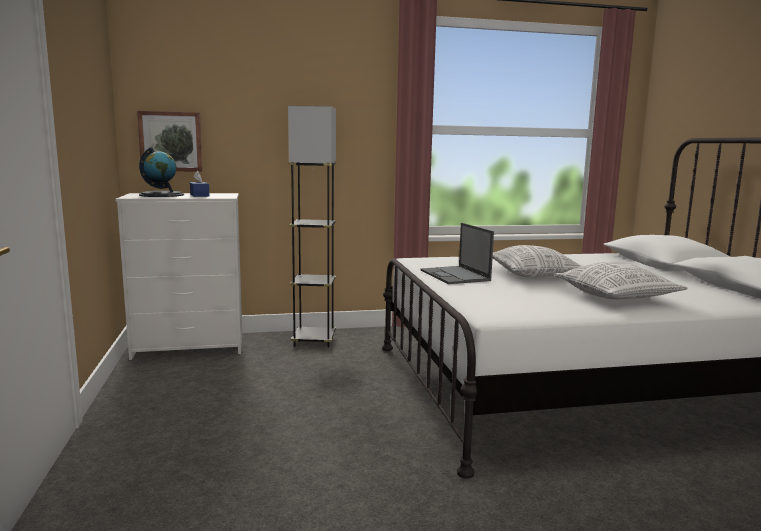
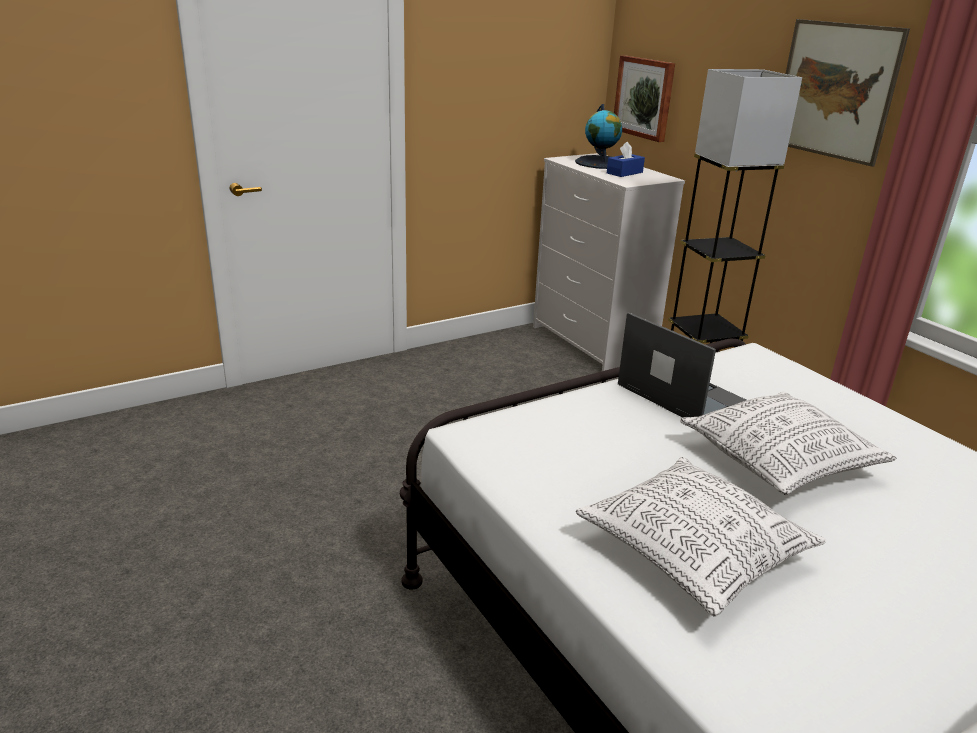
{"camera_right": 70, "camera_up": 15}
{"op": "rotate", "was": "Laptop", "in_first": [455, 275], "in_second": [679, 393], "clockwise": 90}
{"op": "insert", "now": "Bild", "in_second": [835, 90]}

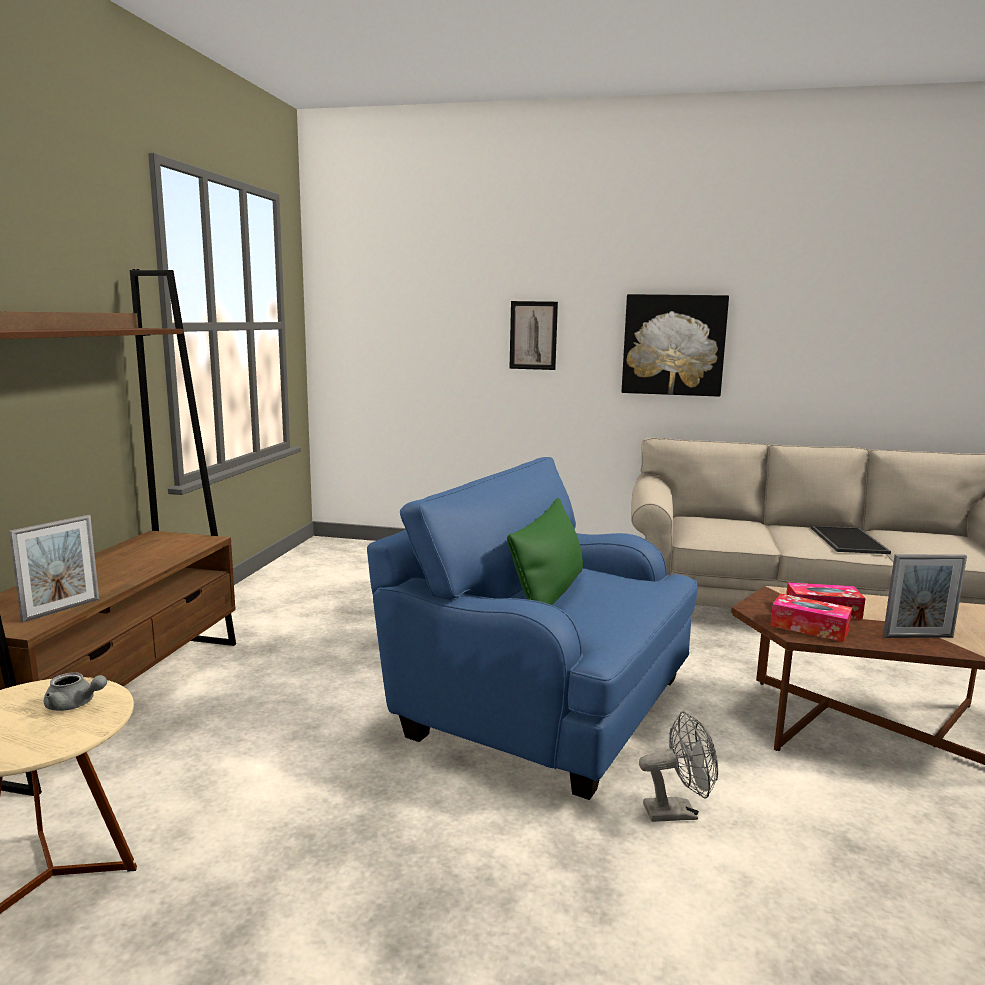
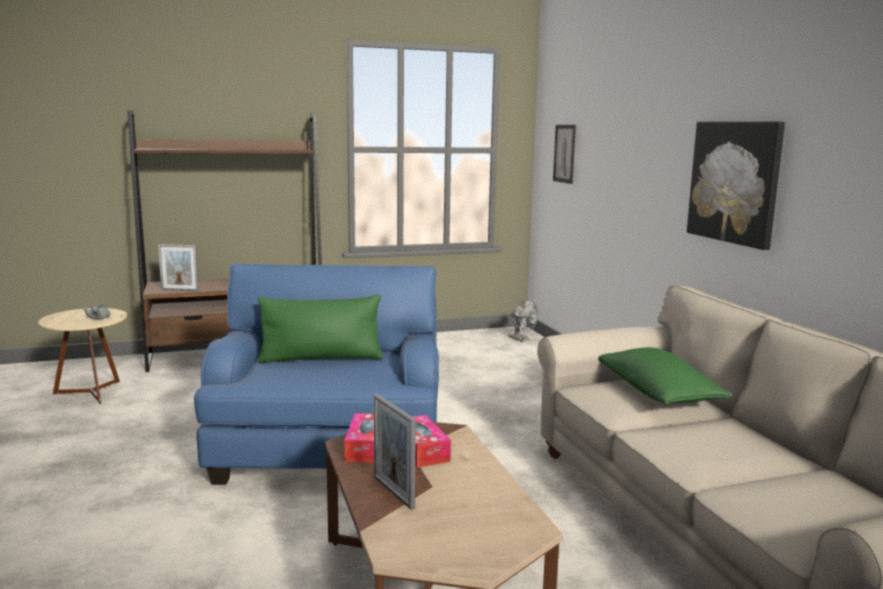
{"camera_right": 60, "camera_up": 0}
{"op": "move", "was": "Ventilator [grau]", "in_first": [678, 812], "in_second": [522, 339]}
{"op": "move", "was": "Bild", "in_first": [533, 335], "in_second": [564, 153]}
{"op": "insert", "now": "Kissen [grün]", "in_second": [657, 394]}
{"op": "delete", "was": "Tablett", "in_first": [846, 540]}

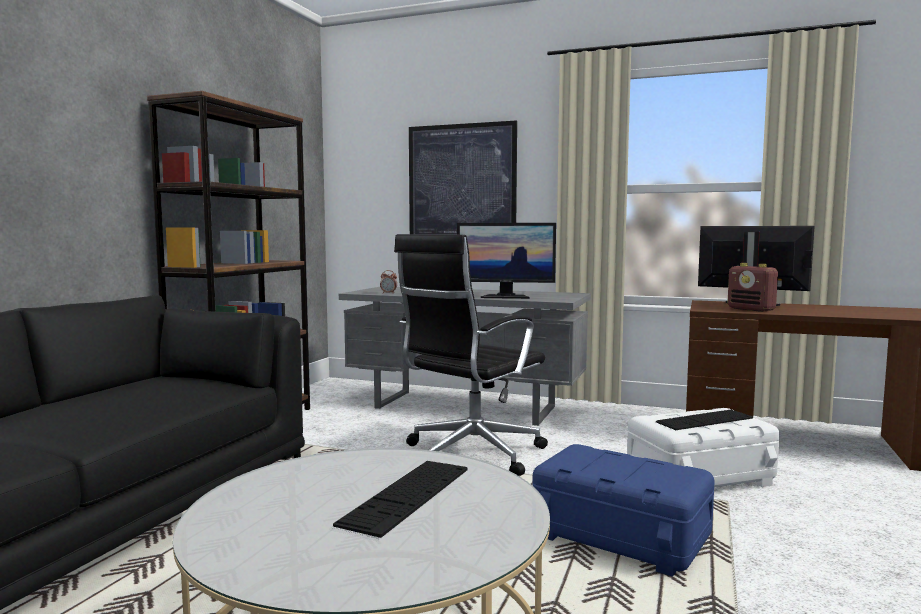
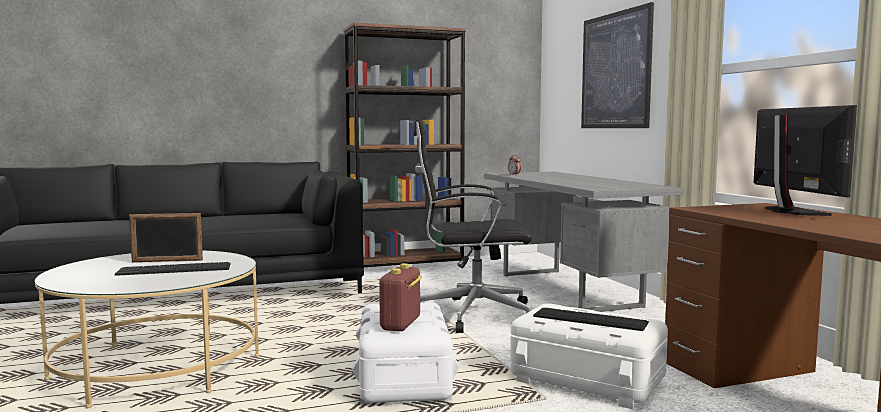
{"camera_right": 50, "camera_up": 0}
{"op": "insert", "now": "Bilderrahmen", "in_second": [167, 261]}
{"op": "recolor", "was": "Aufbewahrungsbox [blau]", "now": "Aufbewahrungsbox [weiß]", "in_first": [621, 537], "in_second": [404, 380]}
{"op": "move", "was": "Radio", "in_first": [751, 309], "in_second": [400, 325]}
{"op": "delete", "was": "Monitor", "in_first": [505, 297]}

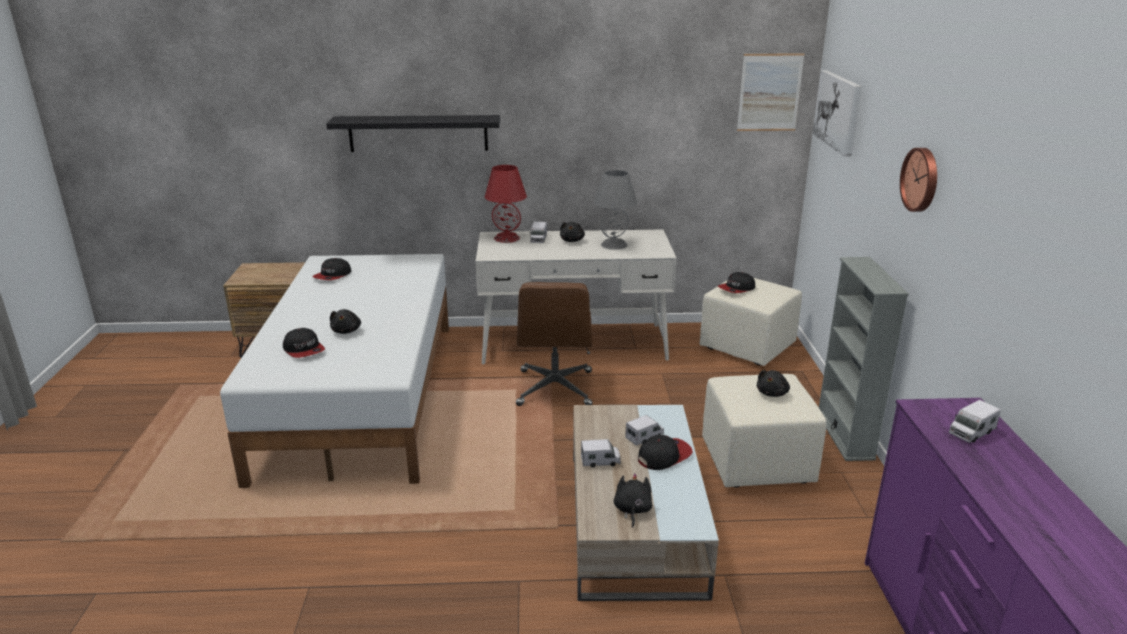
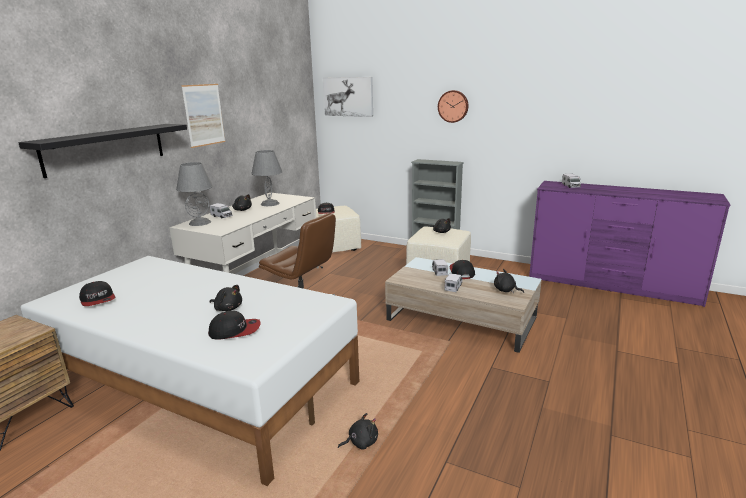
{"camera_right": -60, "camera_up": -5}
{"op": "recolor", "was": "Tischlampe [rot]", "now": "Tischlampe [grau]", "in_first": [506, 238], "in_second": [200, 222]}
{"op": "move", "was": "Bild", "in_first": [769, 92], "in_second": [204, 115]}
{"op": "insert", "now": "Plüschtier [schwarz]", "in_second": [361, 442]}

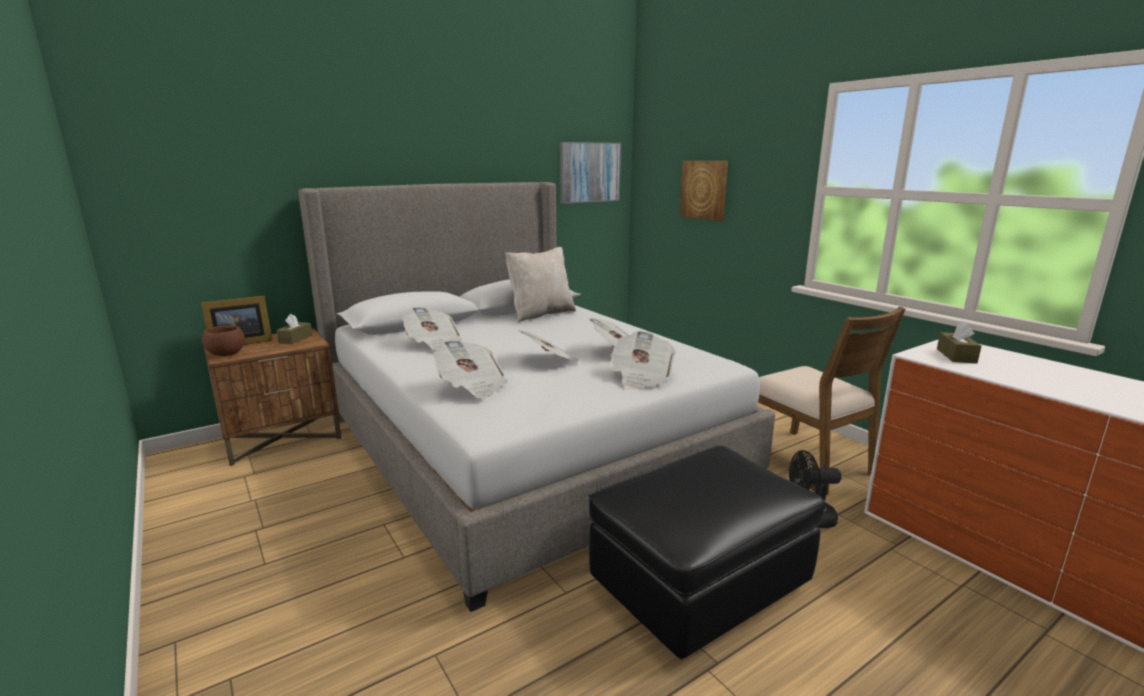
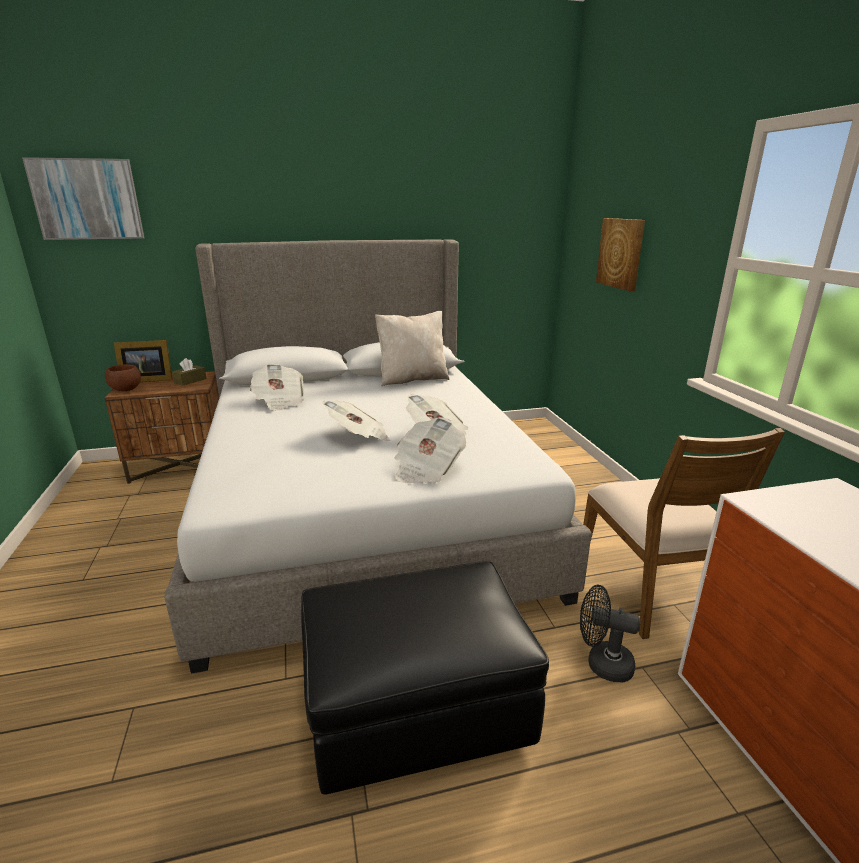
{"camera_right": 20, "camera_up": 5}
{"op": "move", "was": "Bild", "in_first": [589, 172], "in_second": [87, 199]}
{"op": "delete", "was": "Zeitung", "in_first": [471, 386]}
{"op": "delete", "was": "Taschentuchbox [braun]", "in_first": [956, 356]}

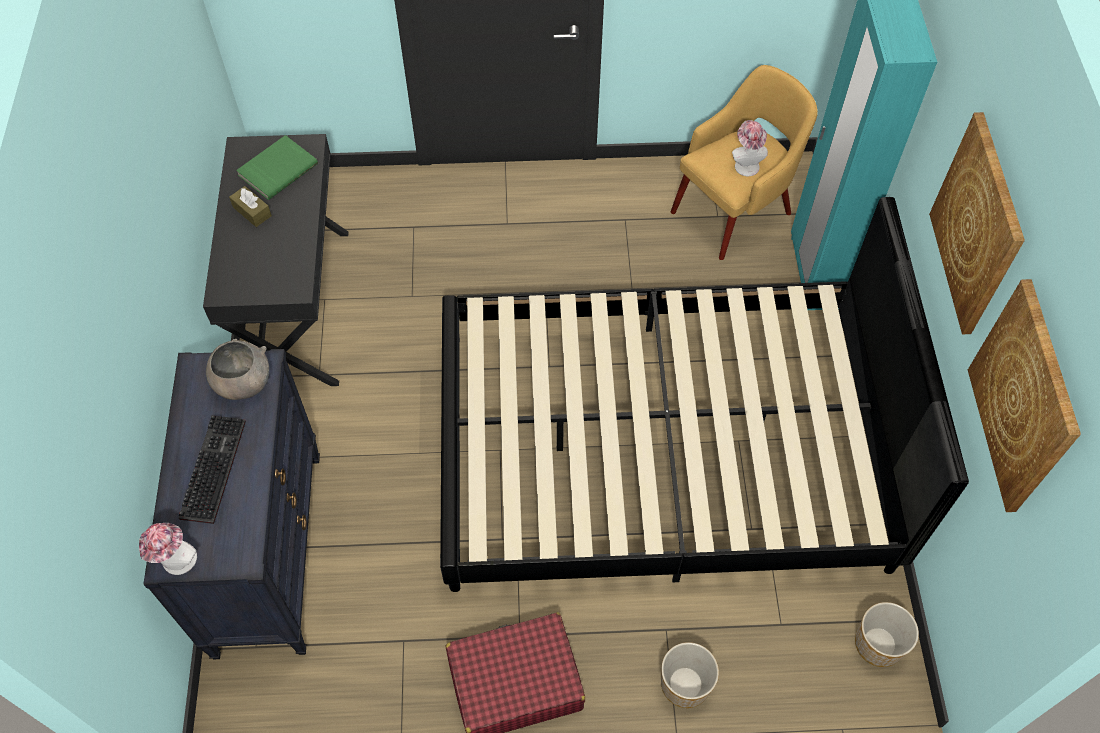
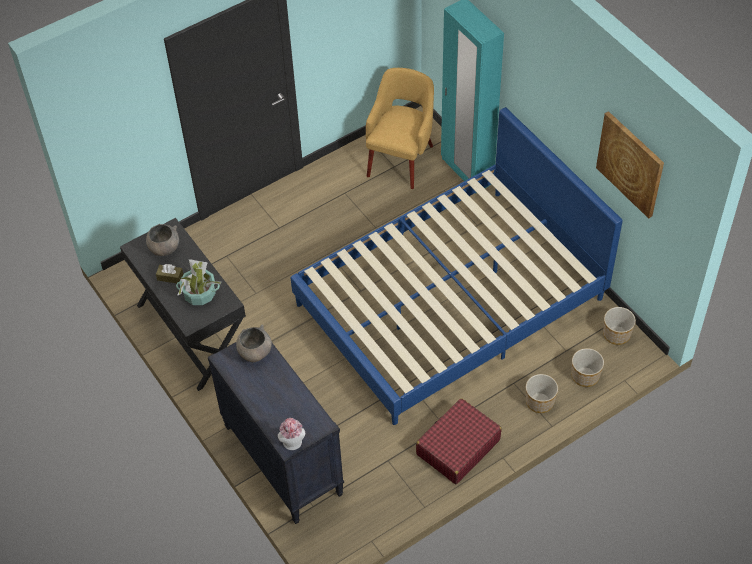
{"camera_right": -30, "camera_up": -5}
{"op": "replace", "was": "Buch [grün]", "now": "Schüssel [grau]", "in_first": [277, 169], "in_second": [164, 249]}
{"op": "insert", "now": "Topfpflanze", "in_second": [199, 294]}
{"op": "recolor", "was": "Bett [schwarz]", "now": "Bett [blau]", "in_first": [661, 450], "in_second": [451, 301]}
{"op": "insert", "now": "Pflanzkübel", "in_second": [585, 376]}
{"op": "delete", "was": "Tastatur", "in_first": [211, 467]}
{"op": "delete", "was": "Hut", "in_first": [745, 164]}
{"op": "delete", "was": "Bild", "in_first": [977, 225]}

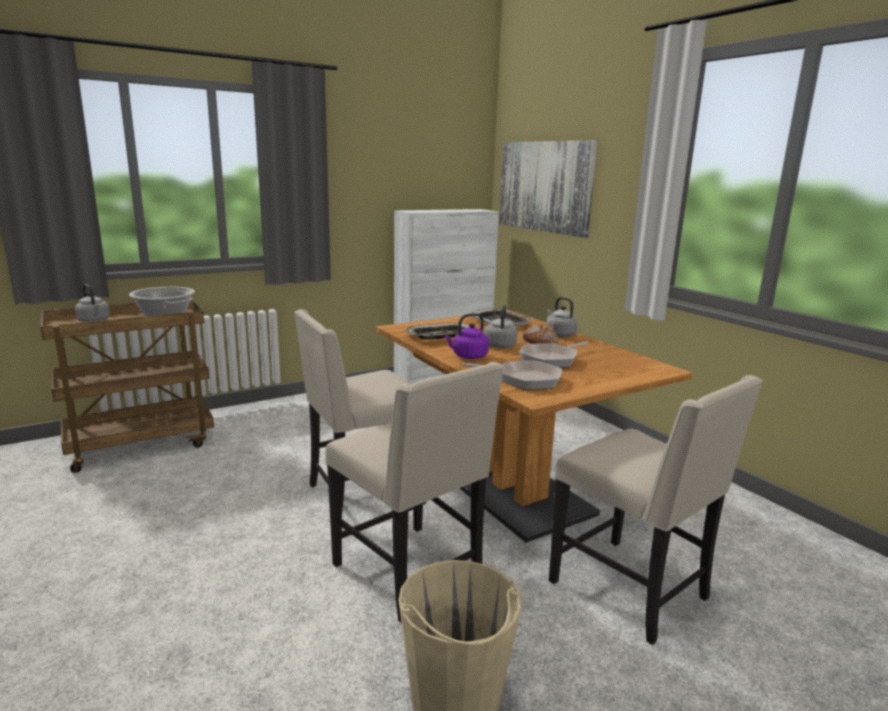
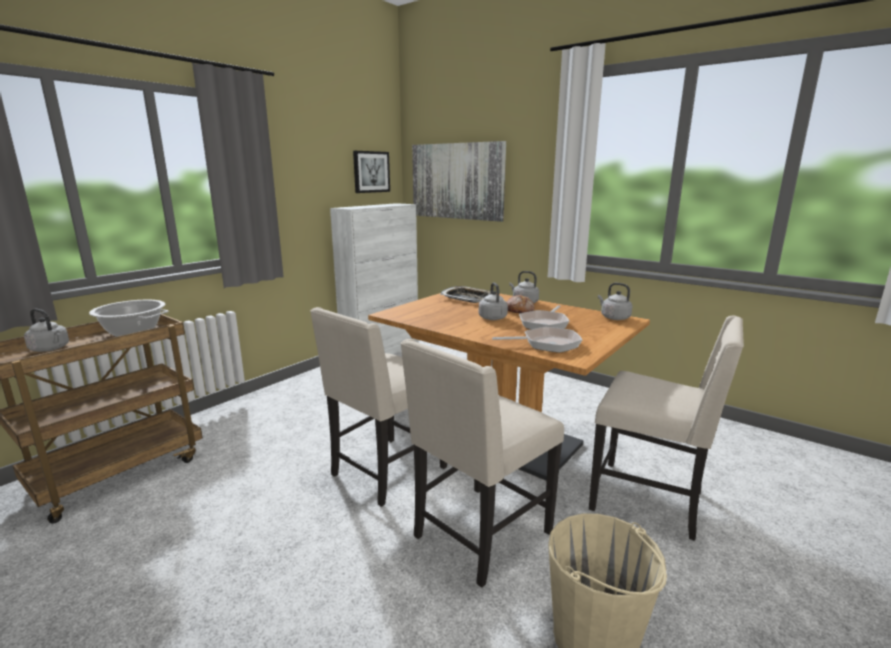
{"camera_right": -20, "camera_up": 0}
{"op": "insert", "now": "Bild", "in_second": [371, 172]}
{"op": "rotate", "was": "Stuhl [beige]", "in_first": [411, 573], "in_second": [479, 535], "clockwise": 105}
{"op": "insert", "now": "Wasserkessel [grau]", "in_second": [613, 317]}
{"op": "delete", "was": "Tablett", "in_first": [440, 336]}
{"op": "delete", "was": "Wasserkessel [lila]", "in_first": [468, 356]}

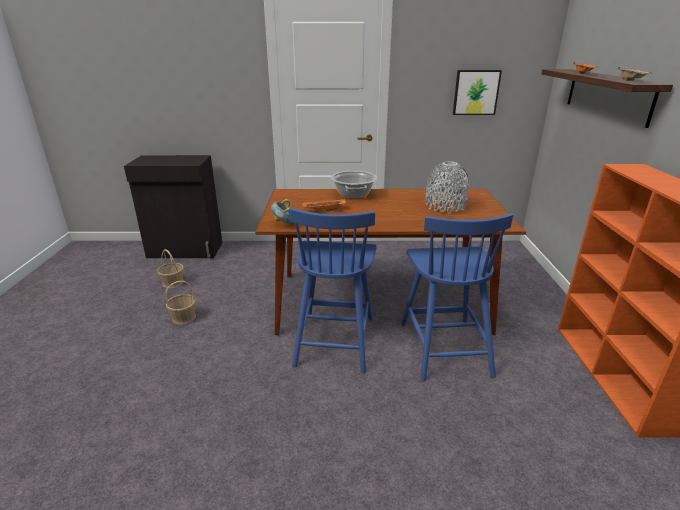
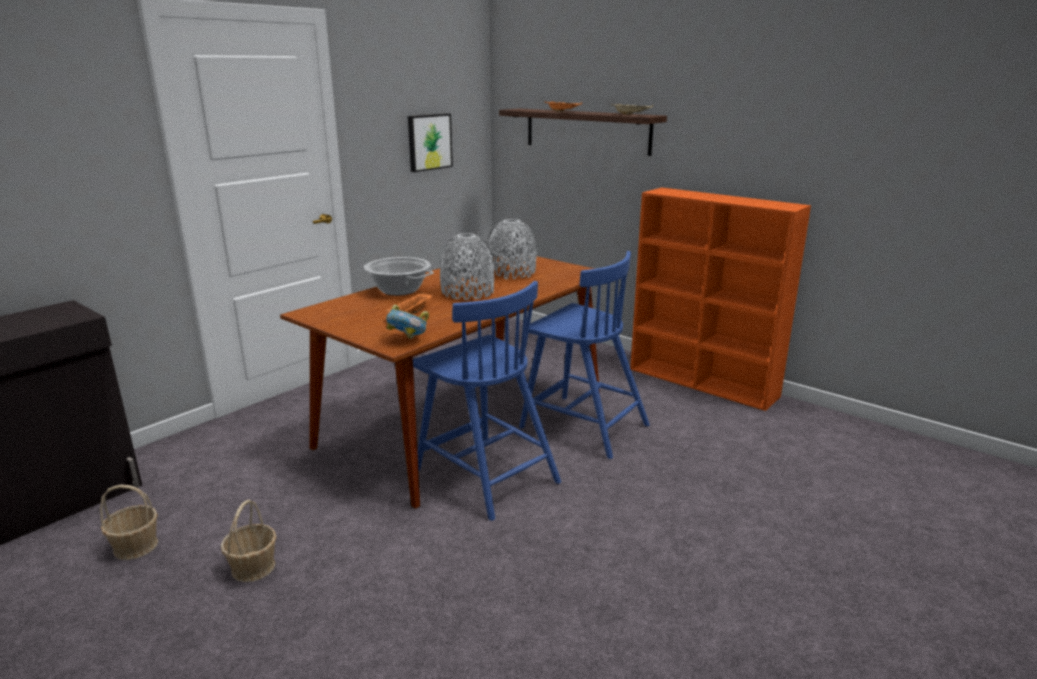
{"camera_right": -50, "camera_up": -5}
{"op": "insert", "now": "Vase [grau]", "in_second": [467, 292]}

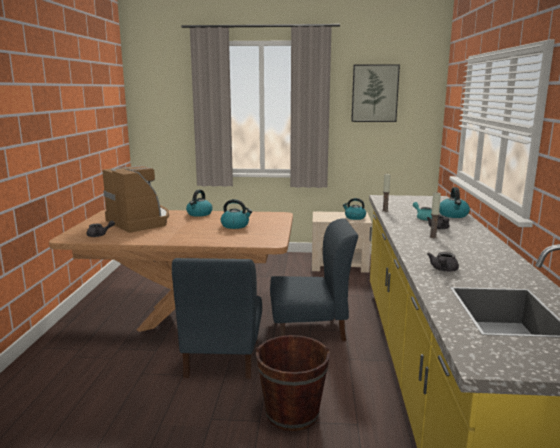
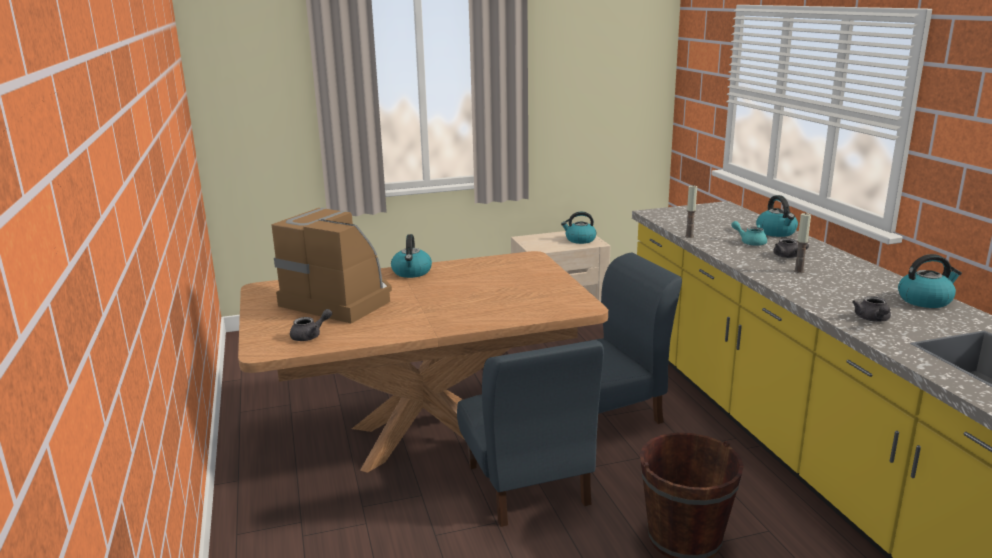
{"camera_right": -20, "camera_up": 5}
{"op": "move", "was": "Wasserkessel", "in_first": [235, 225], "in_second": [925, 300]}
{"op": "delete", "was": "Bild", "in_first": [374, 93]}

